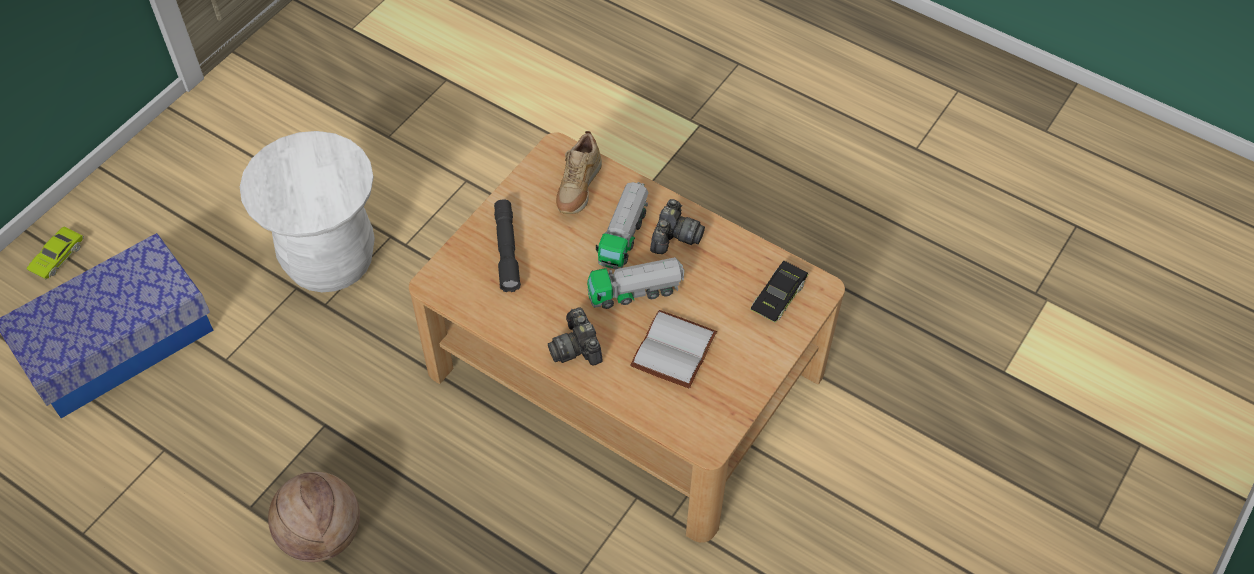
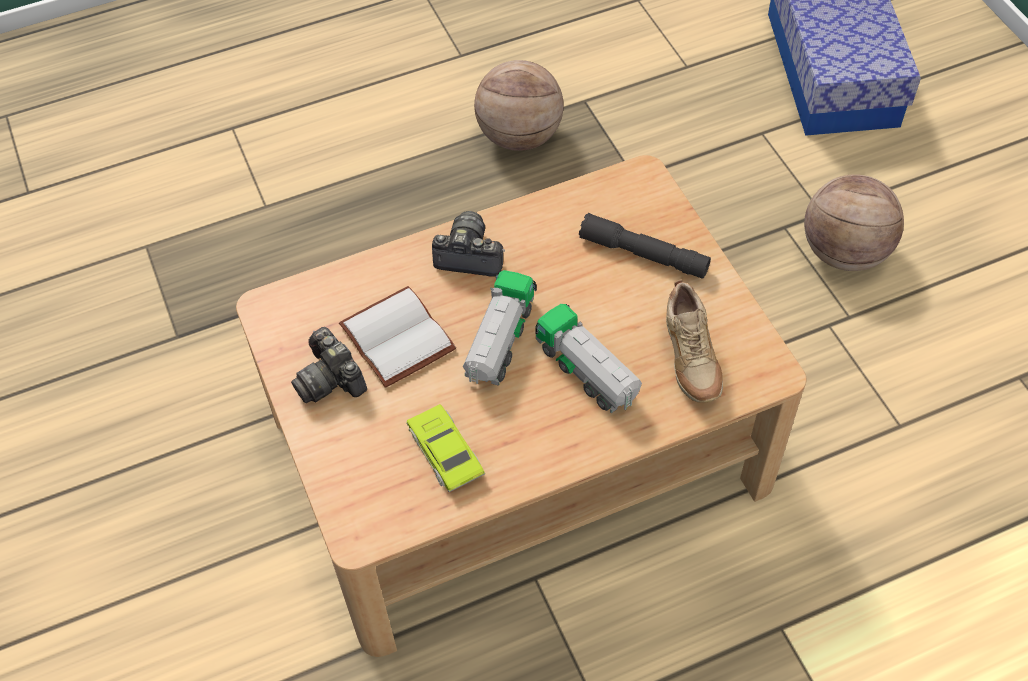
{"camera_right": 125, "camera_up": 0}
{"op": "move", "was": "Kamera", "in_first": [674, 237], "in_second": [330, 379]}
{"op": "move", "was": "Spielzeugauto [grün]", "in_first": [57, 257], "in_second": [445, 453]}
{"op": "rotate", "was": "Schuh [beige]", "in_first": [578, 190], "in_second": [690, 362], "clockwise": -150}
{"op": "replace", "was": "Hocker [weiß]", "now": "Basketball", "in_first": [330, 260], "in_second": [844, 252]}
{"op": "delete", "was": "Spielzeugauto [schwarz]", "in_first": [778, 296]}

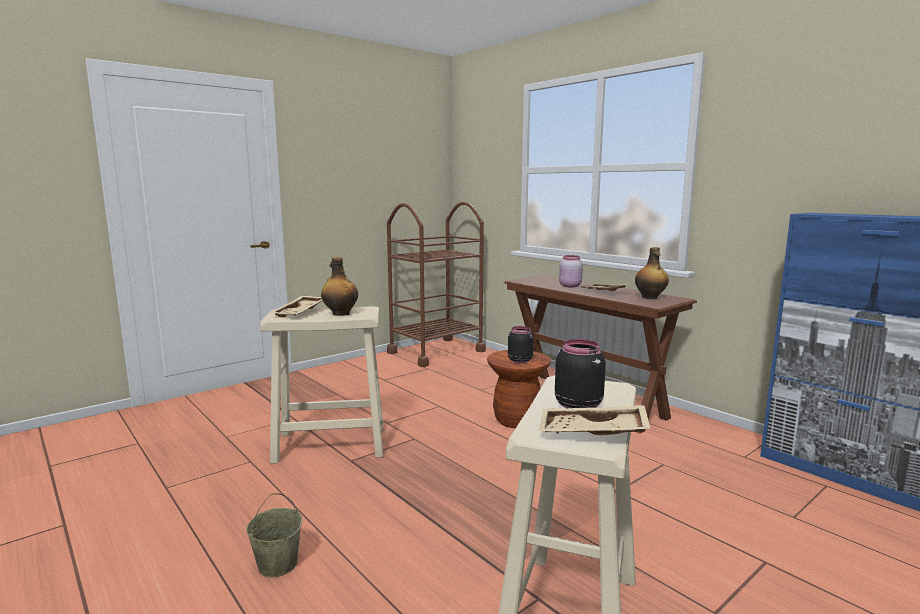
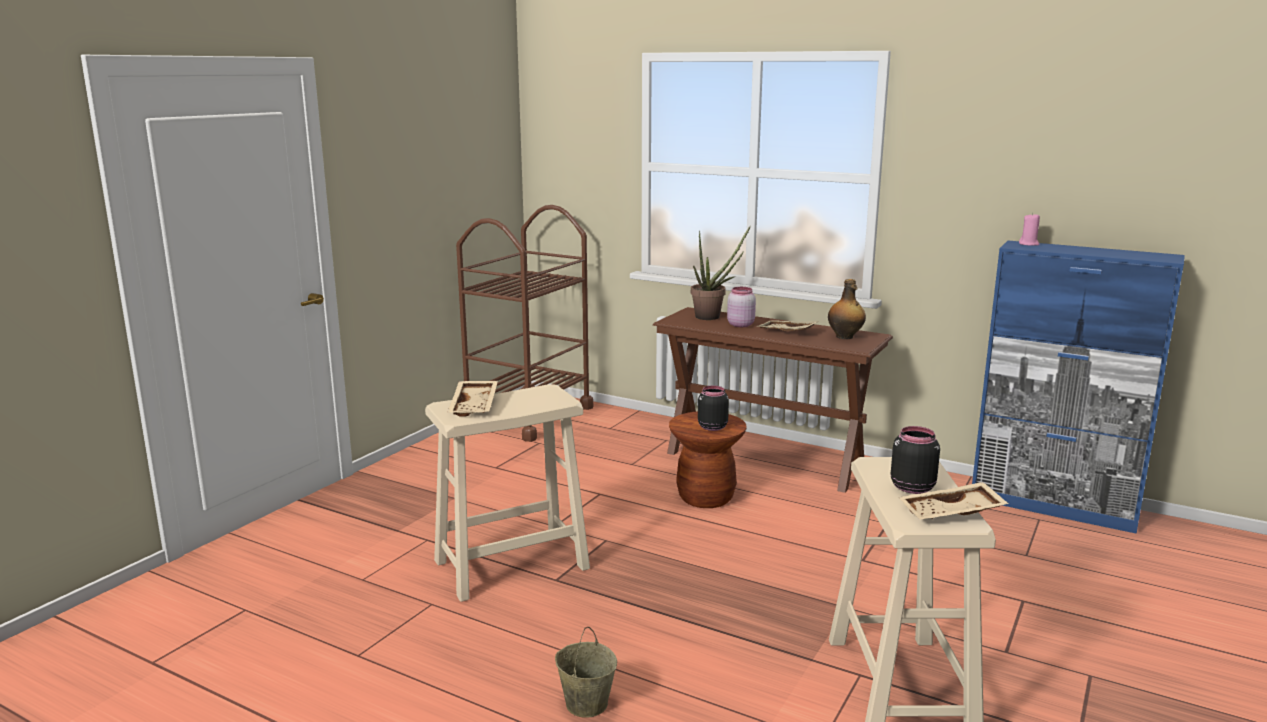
{"camera_right": -20, "camera_up": 5}
{"op": "insert", "now": "Topfpflanze", "in_second": [713, 316]}
{"op": "insert", "now": "Kerze [rosa]", "in_second": [1029, 244]}
{"op": "delete", "was": "Flasche", "in_first": [340, 314]}

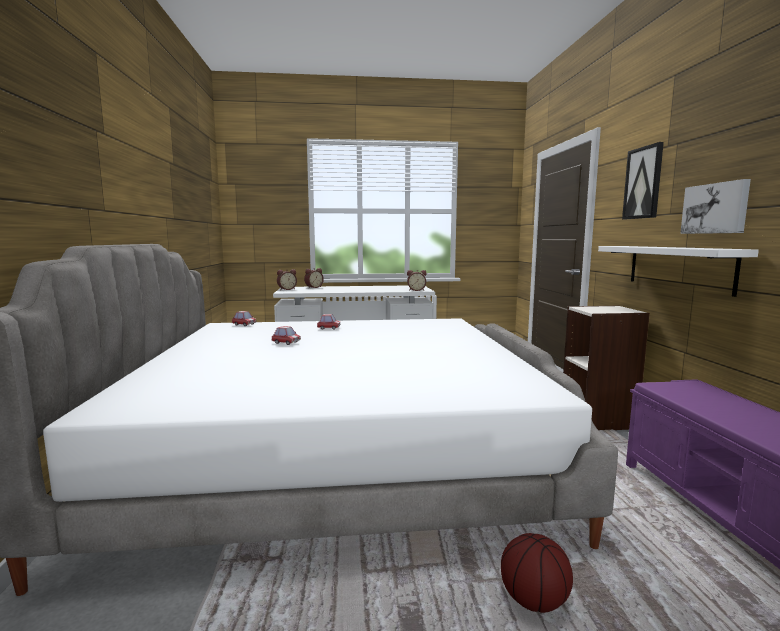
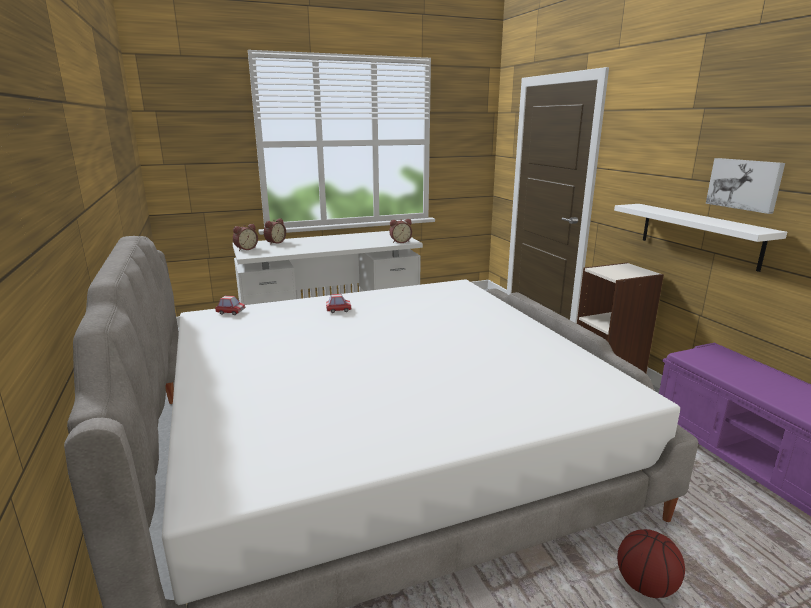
{"camera_right": -15, "camera_up": 10}
{"op": "delete", "was": "Spielzeugauto", "in_first": [286, 342]}
{"op": "delete", "was": "Bild", "in_first": [643, 183]}

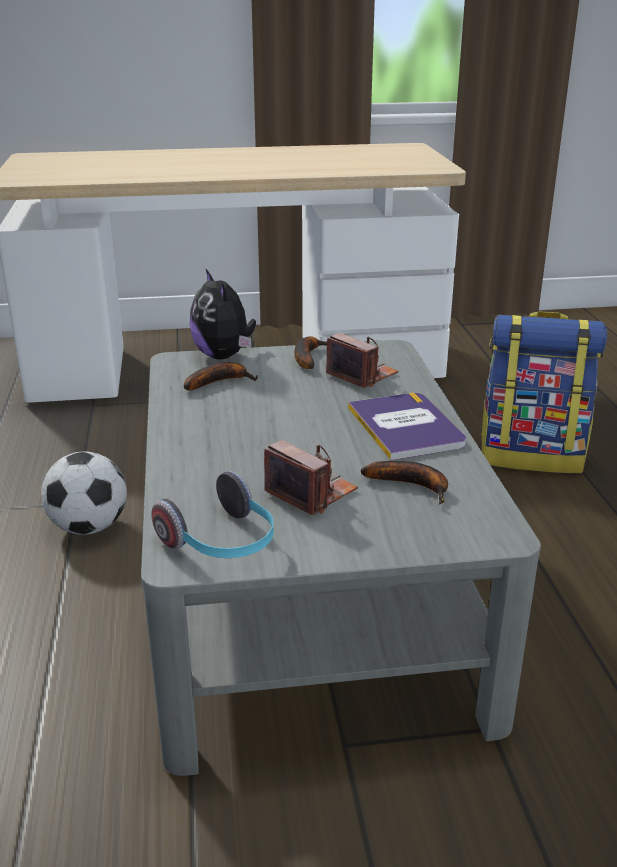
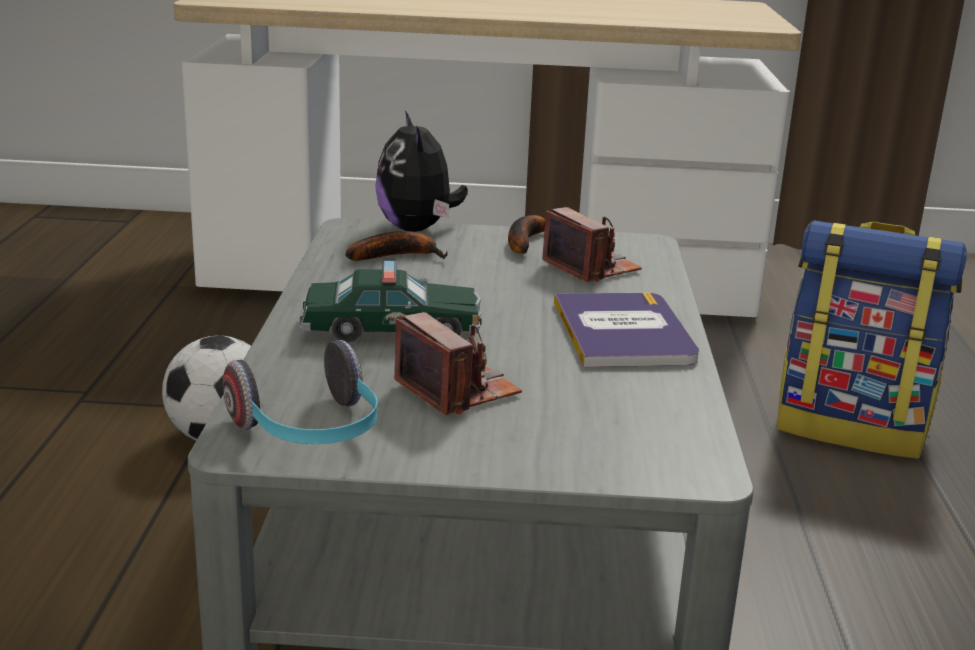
{"camera_right": 10, "camera_up": -5}
{"op": "insert", "now": "Spielzeugauto", "in_second": [392, 329]}
{"op": "delete", "was": "Banane", "in_first": [413, 485]}

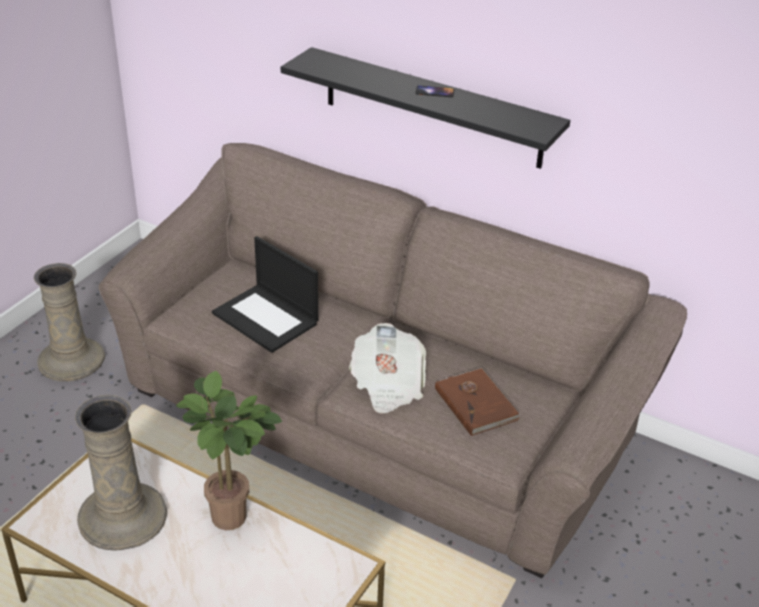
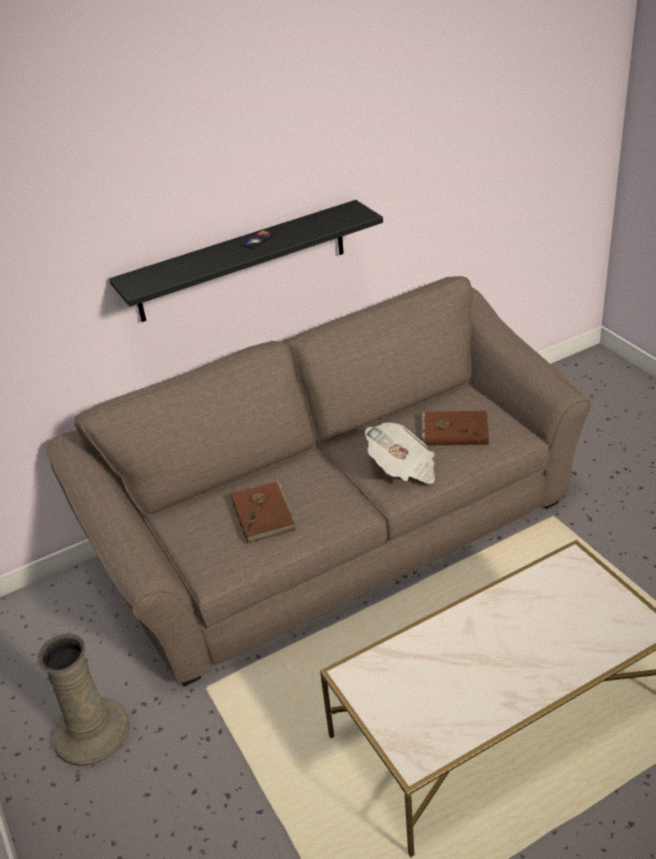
{"camera_right": -55, "camera_up": 0}
{"op": "replace", "was": "Laptop", "now": "Buch [braun]", "in_first": [267, 318], "in_second": [264, 513]}
{"op": "delete", "was": "Vase [beige]", "in_first": [123, 517]}
{"op": "delete", "was": "Topfpflanze", "in_first": [235, 519]}

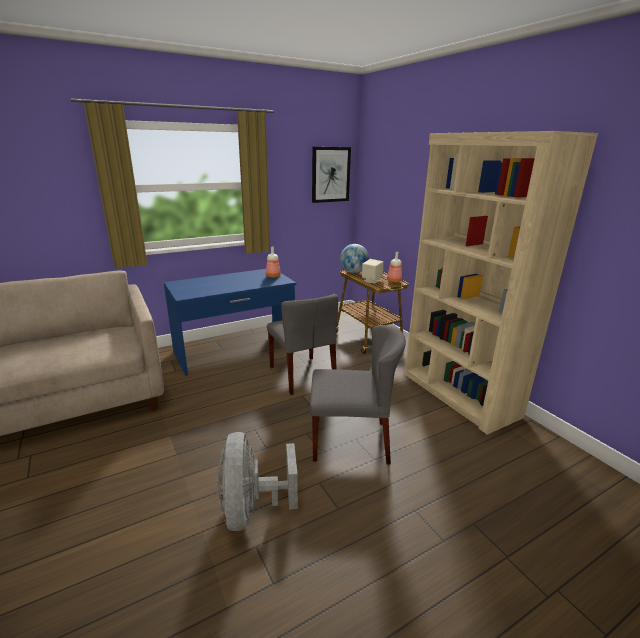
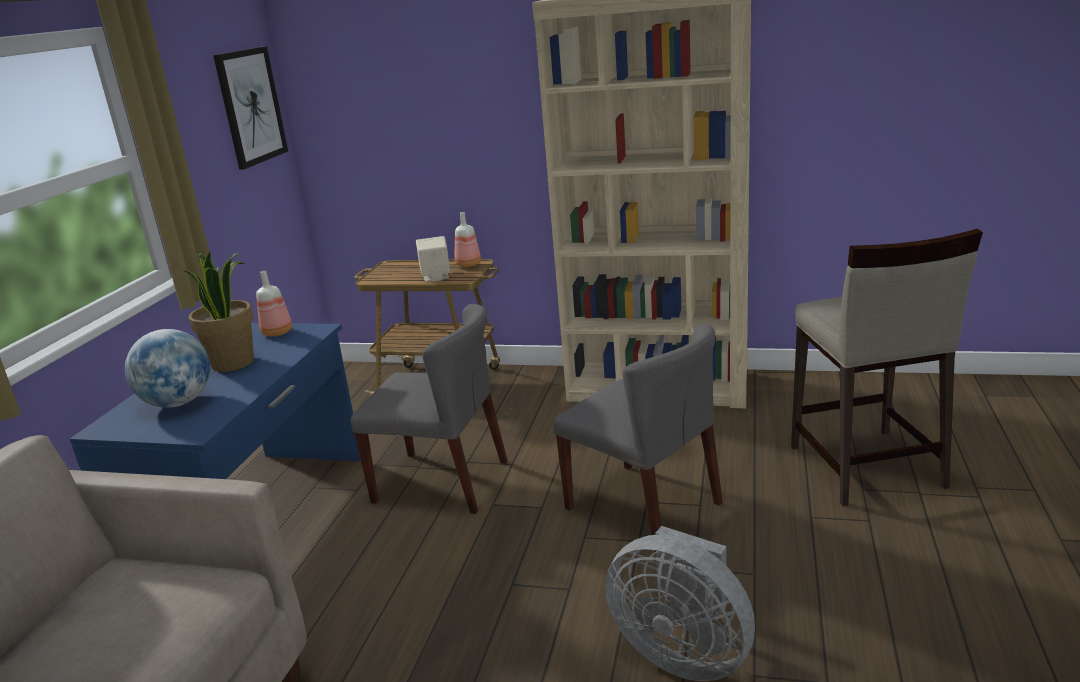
{"camera_right": -45, "camera_up": 0}
{"op": "move", "was": "Globus", "in_first": [353, 272], "in_second": [178, 403]}
{"op": "insert", "now": "Topfpflanze", "in_second": [234, 362]}
{"op": "rotate", "was": "Stuhl [grau]", "in_first": [351, 440], "in_second": [644, 506], "clockwise": 90}
{"op": "insert", "now": "Hocker [beige]", "in_second": [865, 467]}

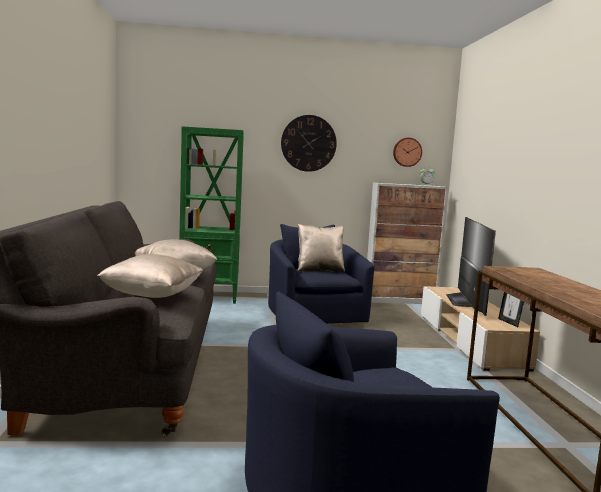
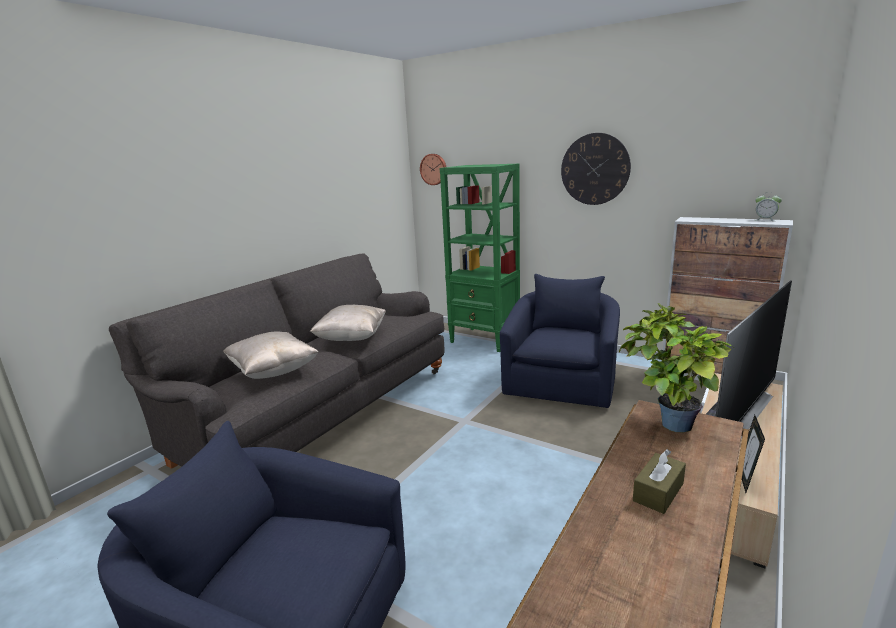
{"camera_right": 40, "camera_up": 10}
{"op": "move", "was": "Wanduhr", "in_first": [407, 152], "in_second": [434, 169]}
{"op": "insert", "now": "Topfpflanze", "in_second": [667, 424]}
{"op": "insert", "now": "Taschentuchbox [braun]", "in_second": [658, 492]}
{"op": "delete", "was": "Kissen [beige]", "in_first": [319, 270]}

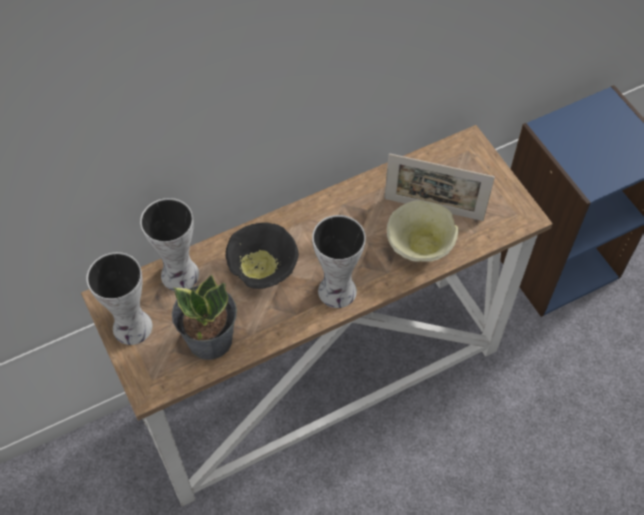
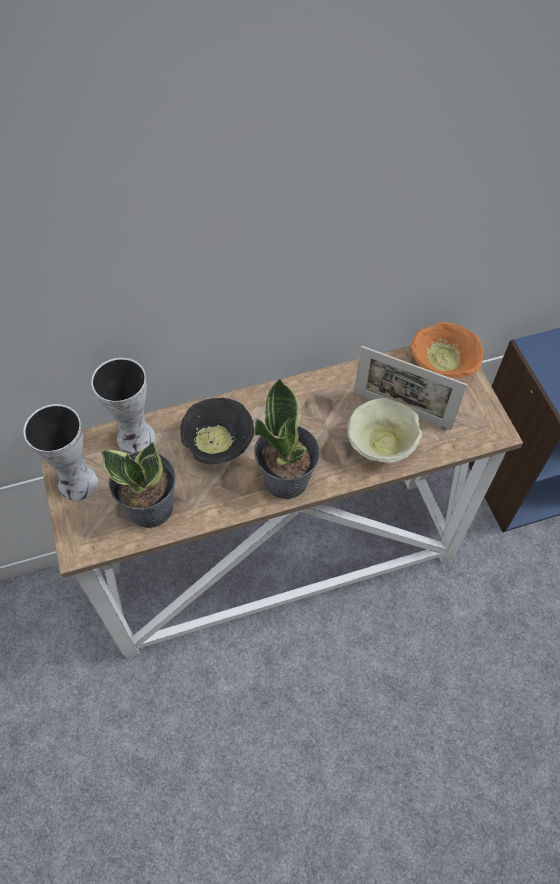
{"camera_right": 10, "camera_up": 0}
{"op": "replace", "was": "Vase", "now": "Topfpflanze", "in_first": [336, 292], "in_second": [287, 479]}
{"op": "insert", "now": "Schüssel [orange]", "in_second": [441, 366]}

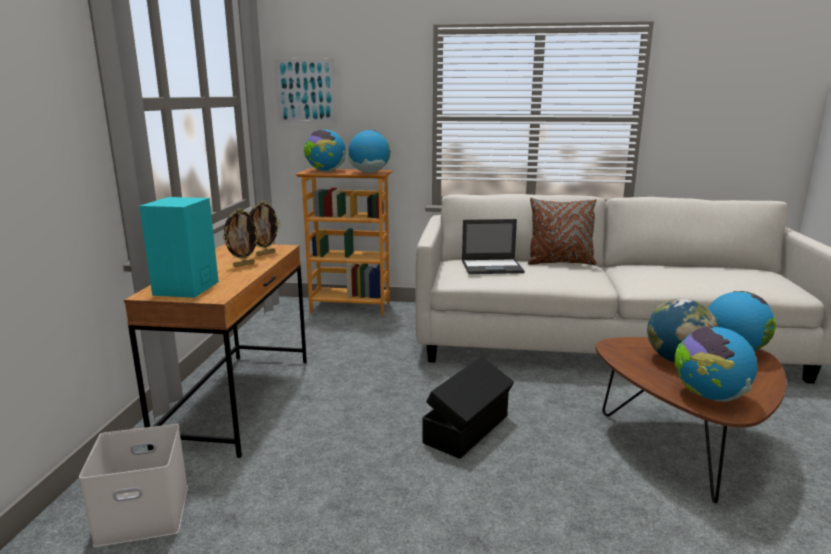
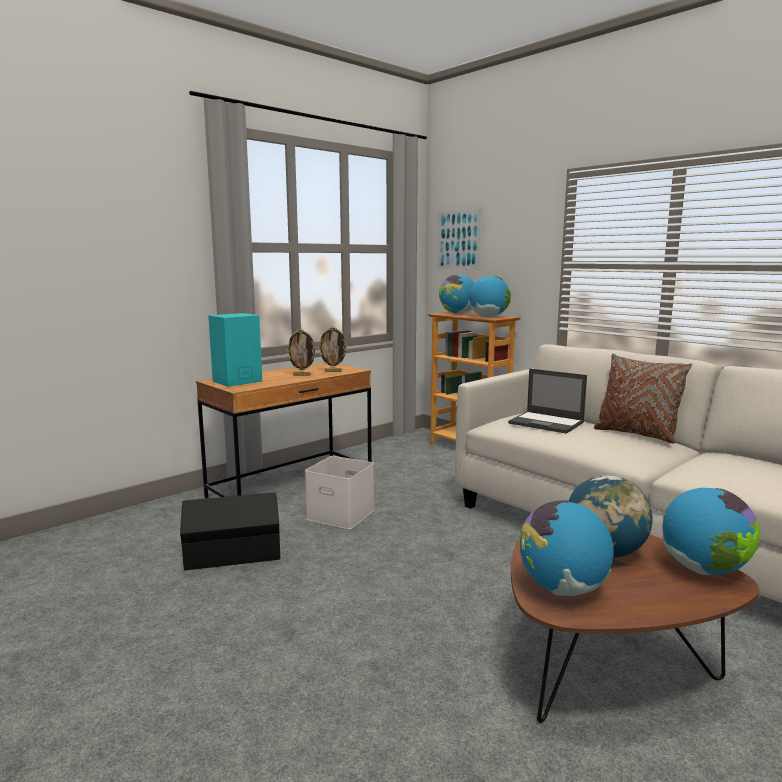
{"camera_right": 40, "camera_up": -5}
{"op": "move", "was": "Aufbewahrungsbox [schwarz]", "in_first": [468, 429], "in_second": [234, 555]}
{"op": "move", "was": "Aufbewahrungsbox [weiß]", "in_first": [145, 512], "in_second": [342, 514]}

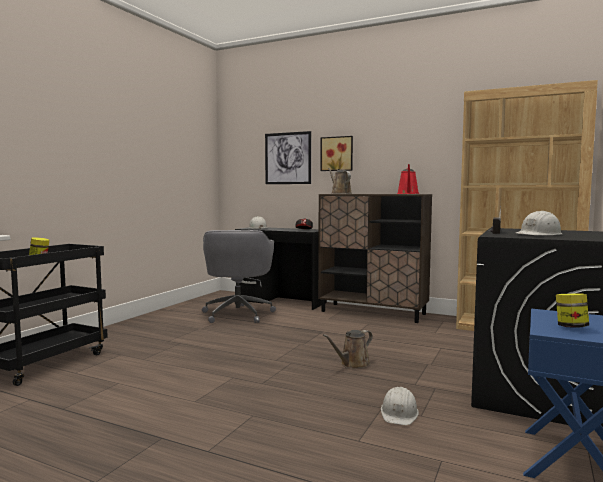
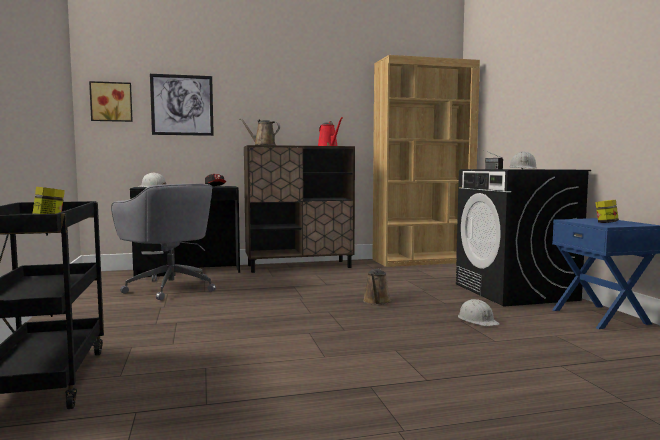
{"camera_right": -40, "camera_up": 0}
{"op": "move", "was": "Bild", "in_first": [337, 154], "in_second": [111, 102]}

